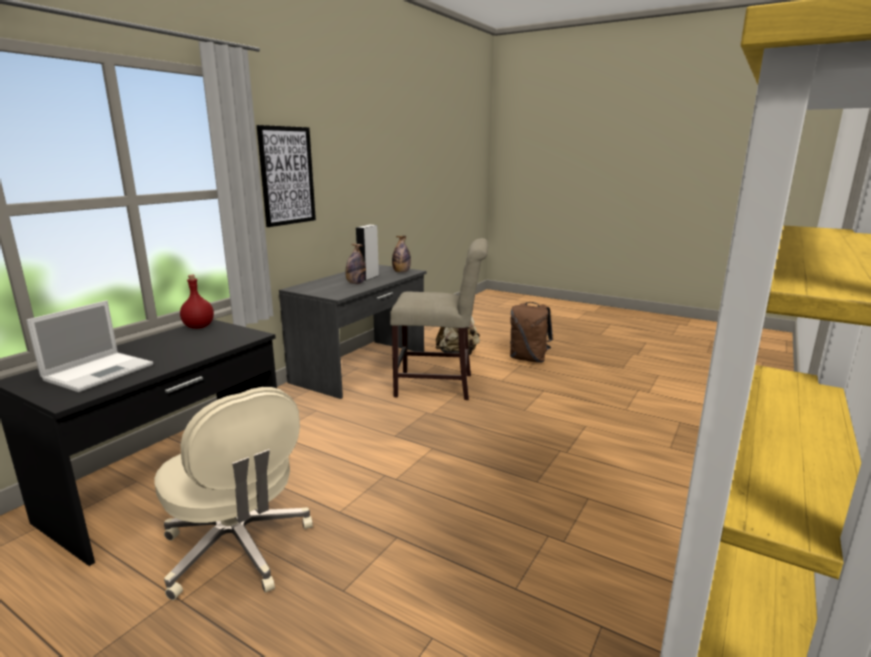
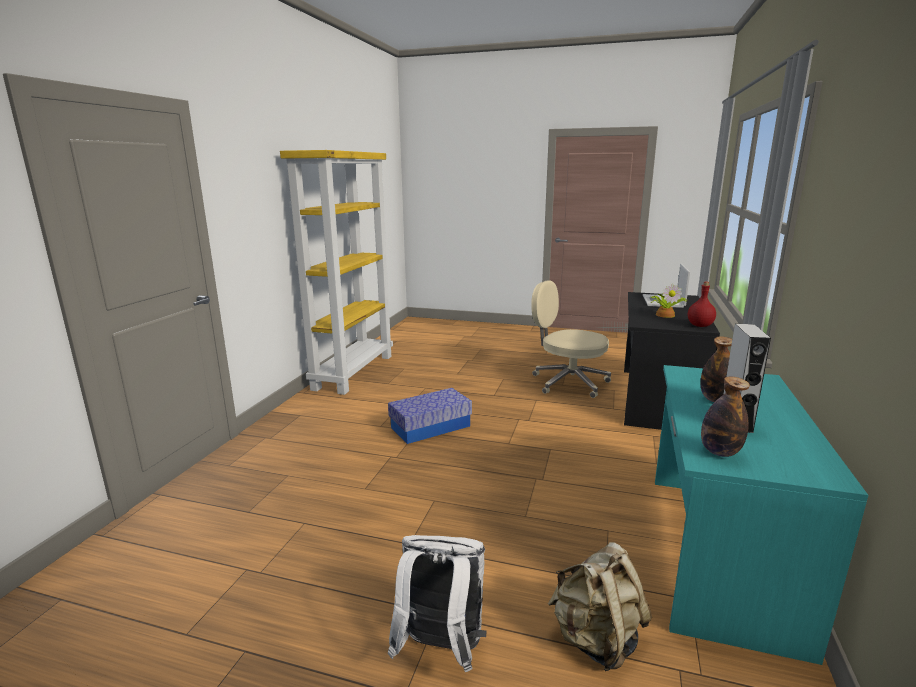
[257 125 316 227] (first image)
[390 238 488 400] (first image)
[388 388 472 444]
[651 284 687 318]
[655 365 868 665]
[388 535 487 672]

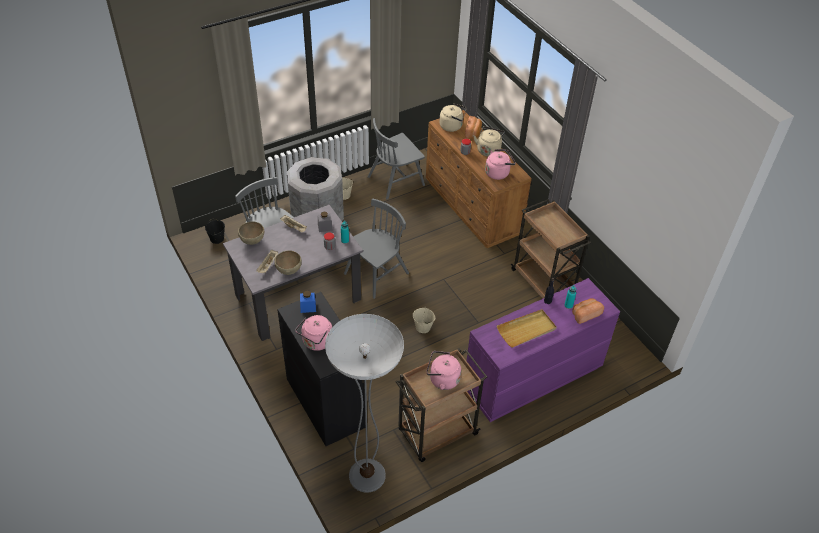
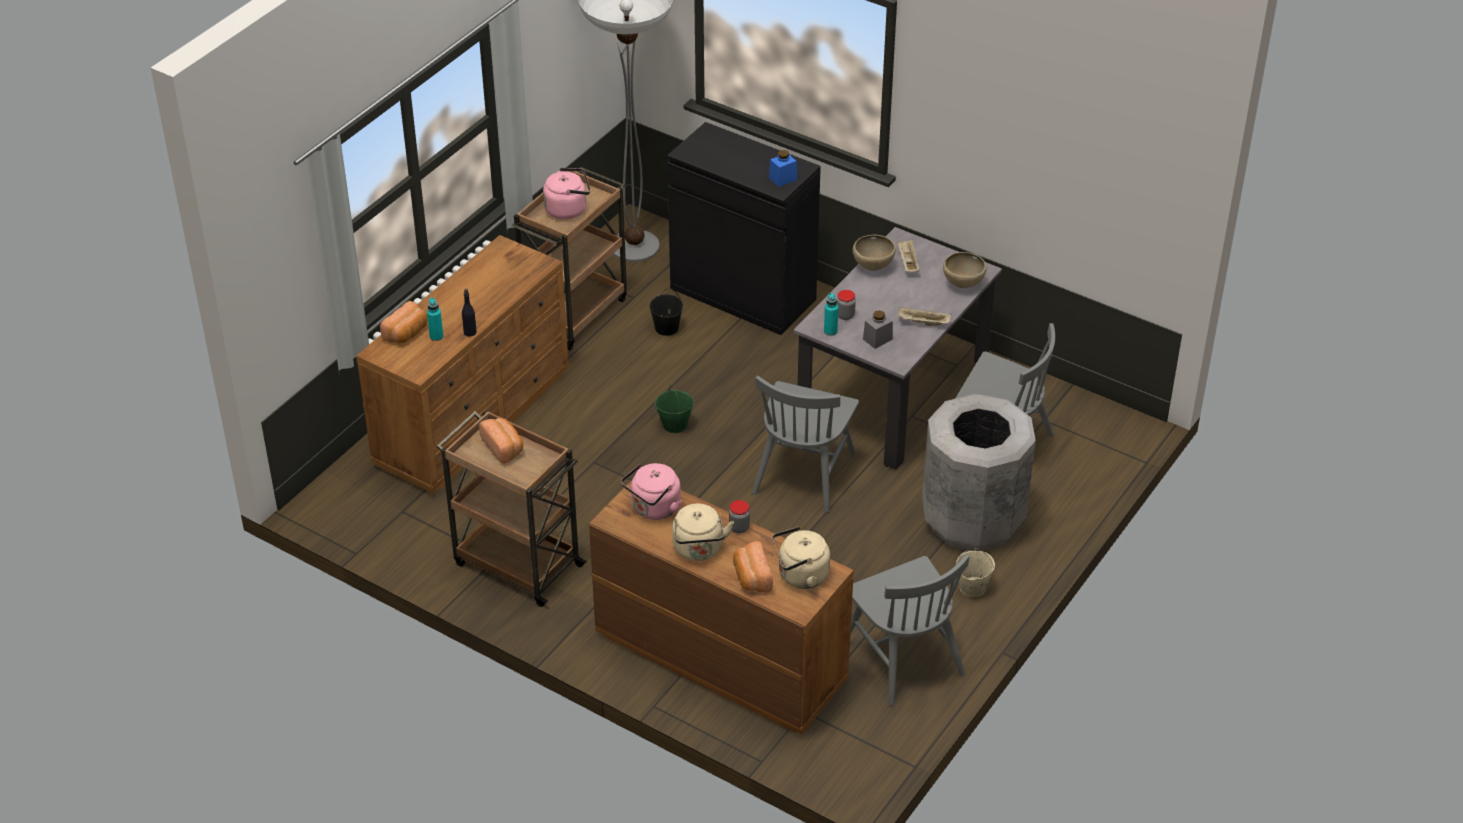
[295 315 332 351] (first image)
[497 309 557 348] (first image)
[479 418 523 464]
[650 289 683 336]
[655 384 694 433]
[356 235 569 493]
[850 554 969 706]

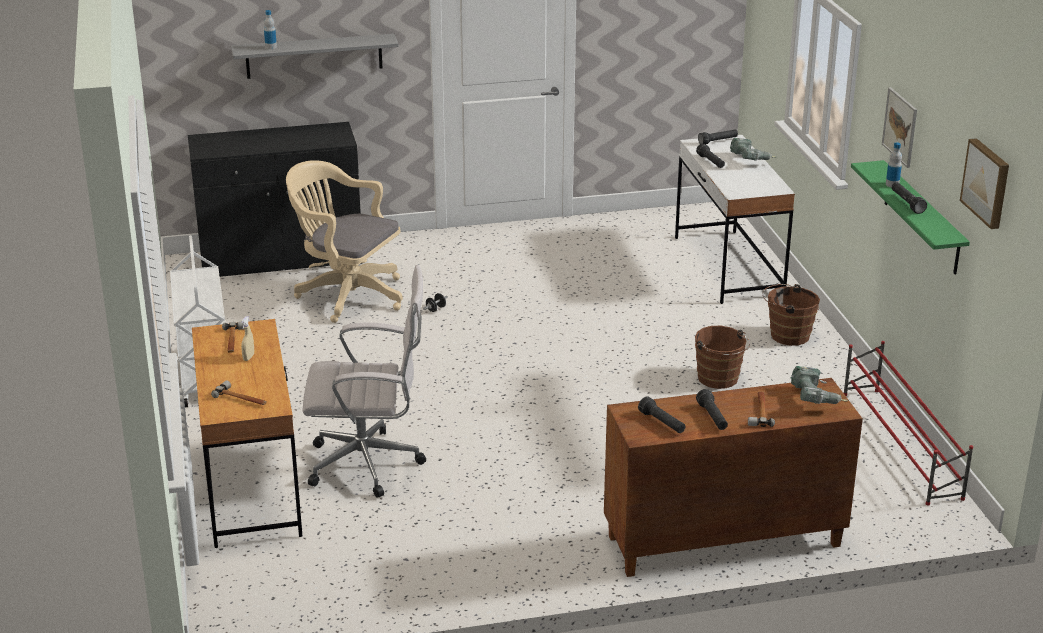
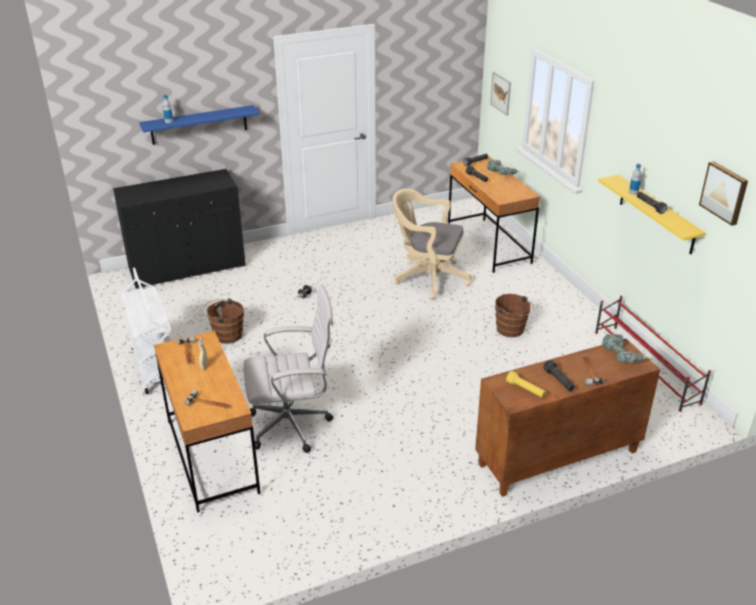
[393 189 471 300]
[203 298 244 344]
[490 72 511 116]
[139 105 260 145]
[506 371 546 398]
[448 156 540 273]
[598 175 706 254]

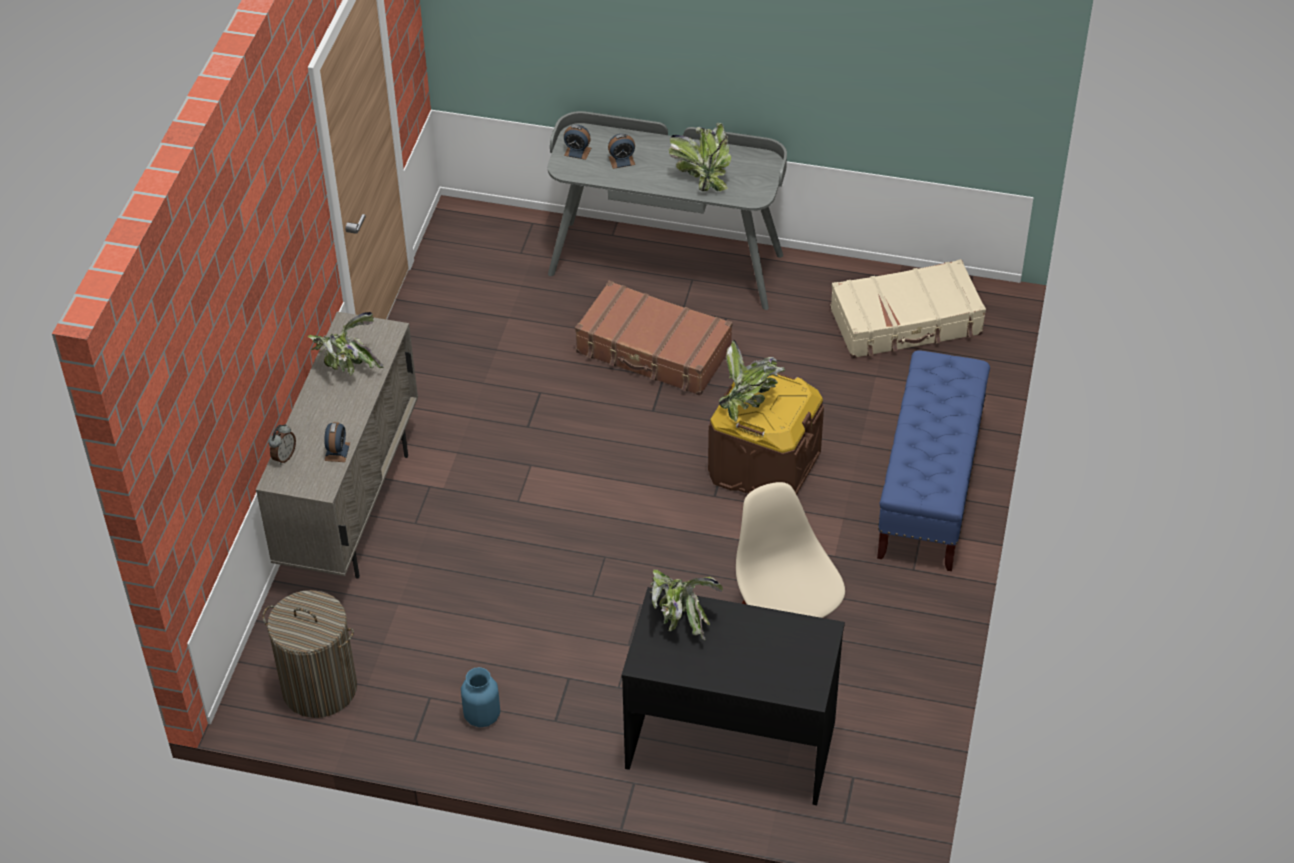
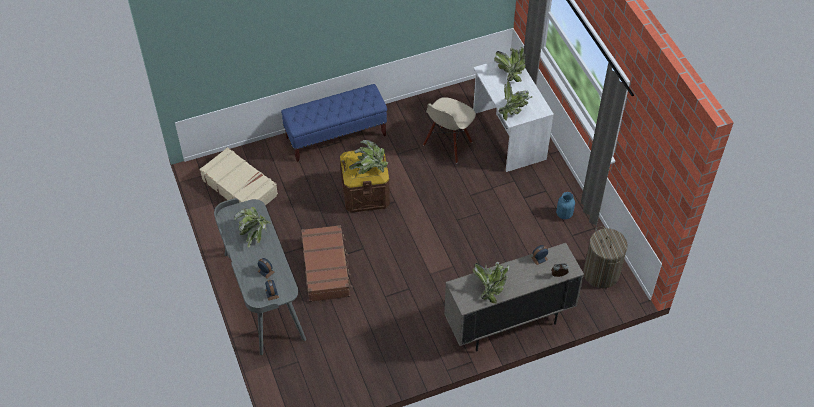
[494 47 525 82]
[473 57 554 172]

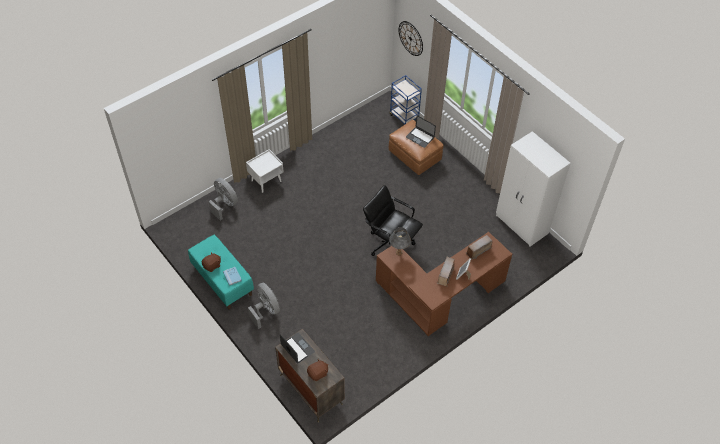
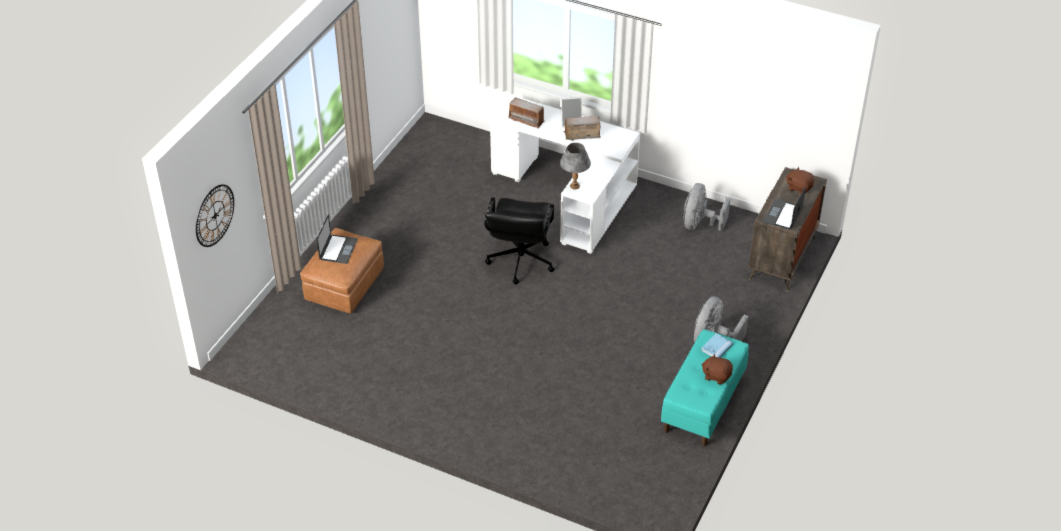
[246 149 284 193] (first image)
[389 75 422 124] (first image)
[496 131 571 246] (first image)
[684 183 731 231]
[490 95 640 254]

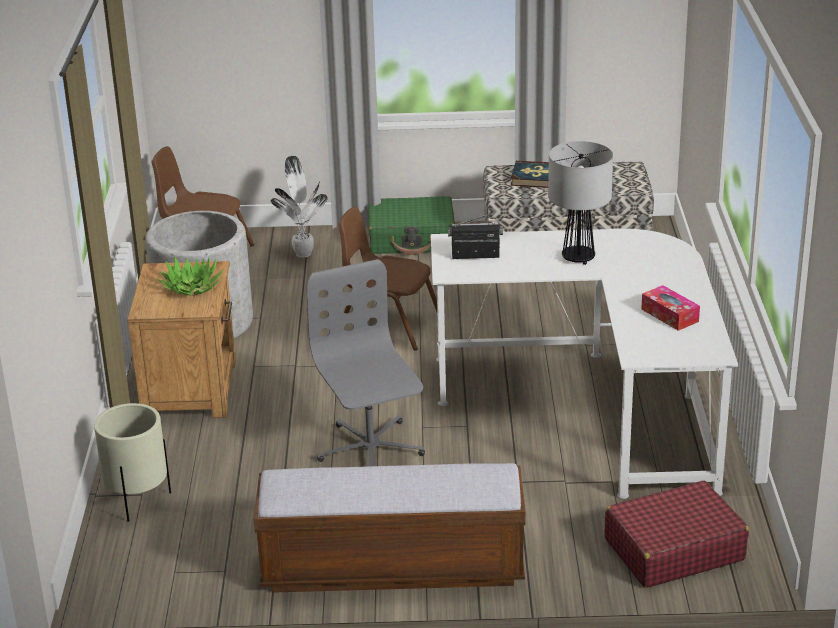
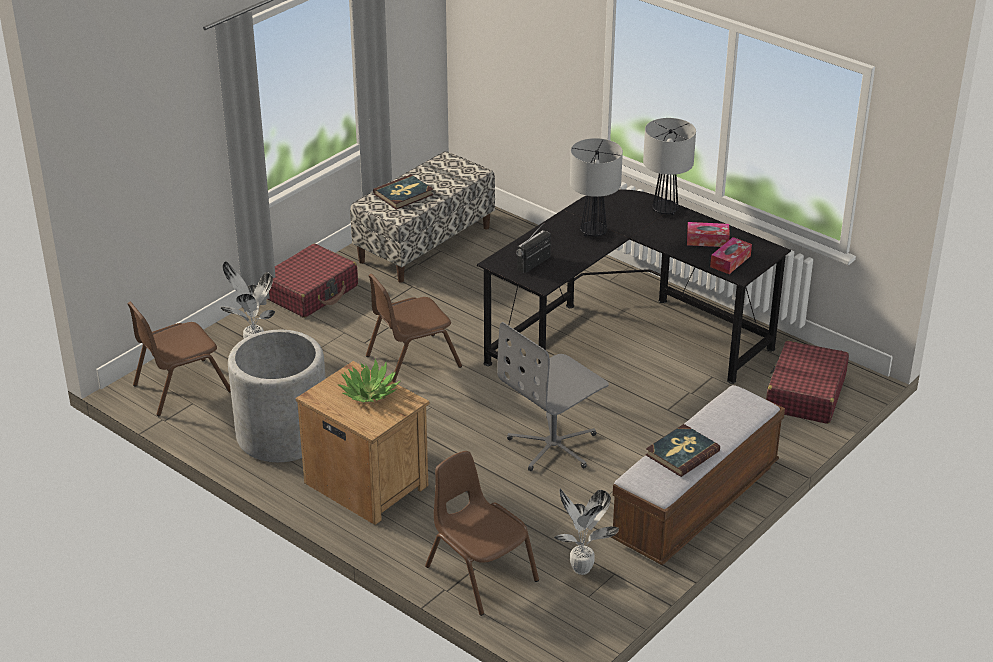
[554 488 619 575]
[643 118 696 215]
[646 424 720 477]
[710 237 752 274]
[425 451 539 616]
[268 244 358 318]
[477 189 791 384]
[497 322 609 471]

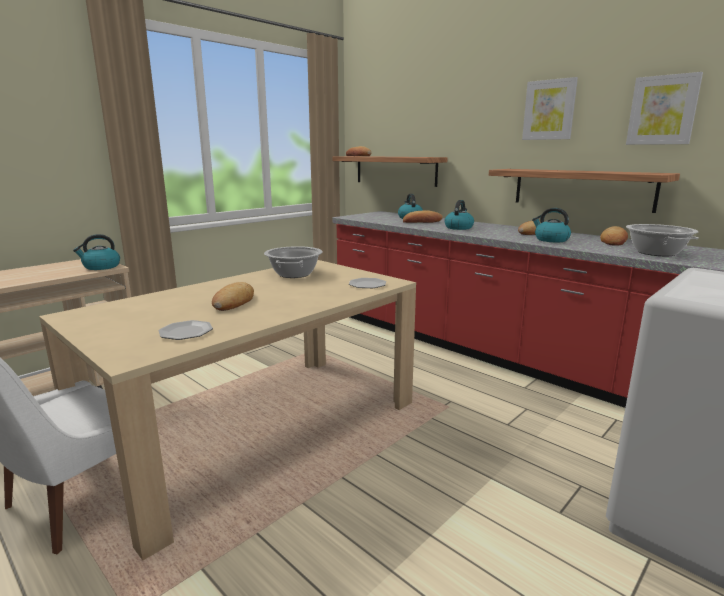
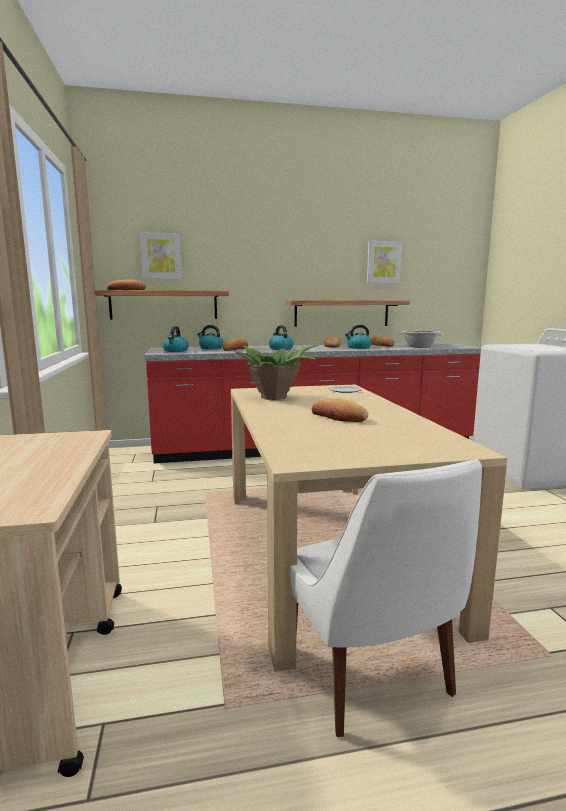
[158 320 213 340] (first image)
[163 326 189 352]
[140 232 182 279]
[226 345 319 400]

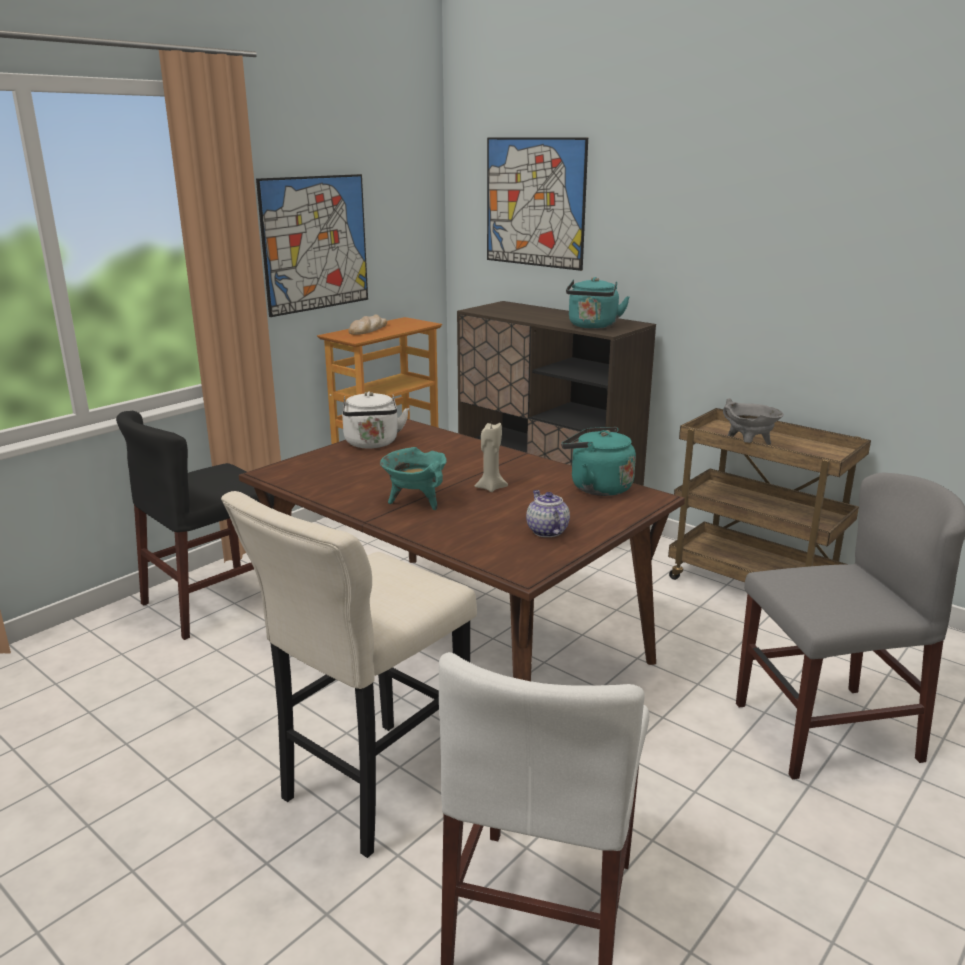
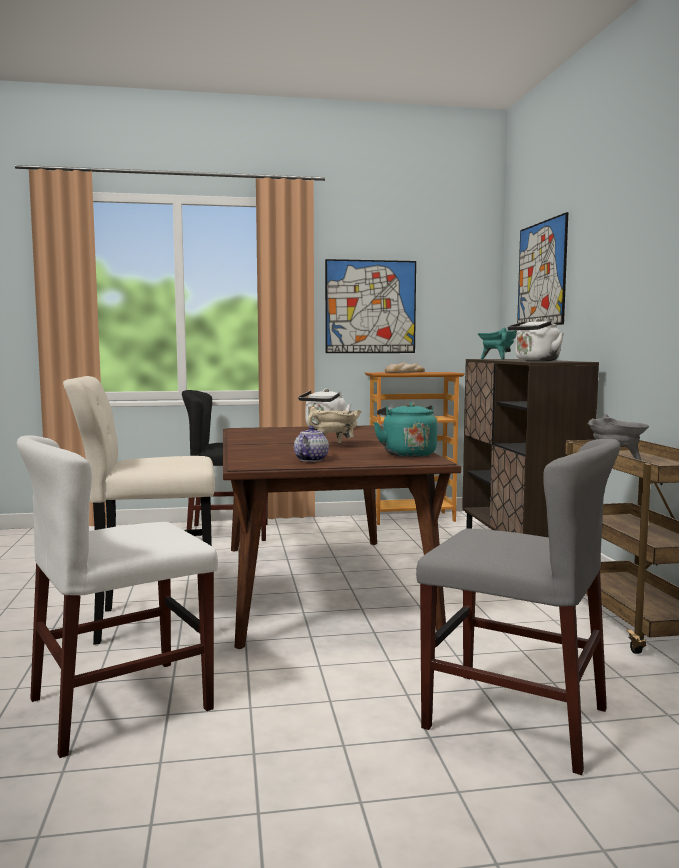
[478 328 517 360]
[308 407 362 443]
[507 318 564 361]

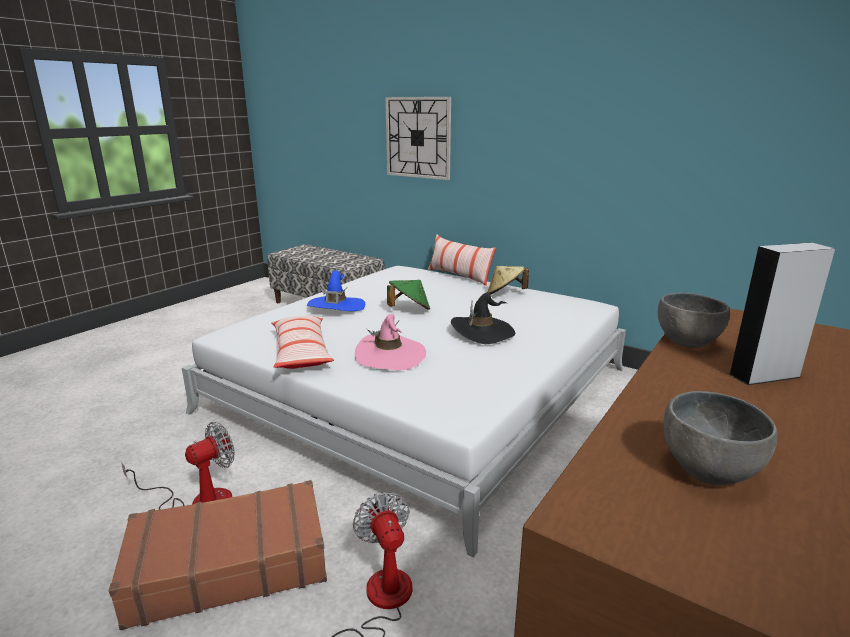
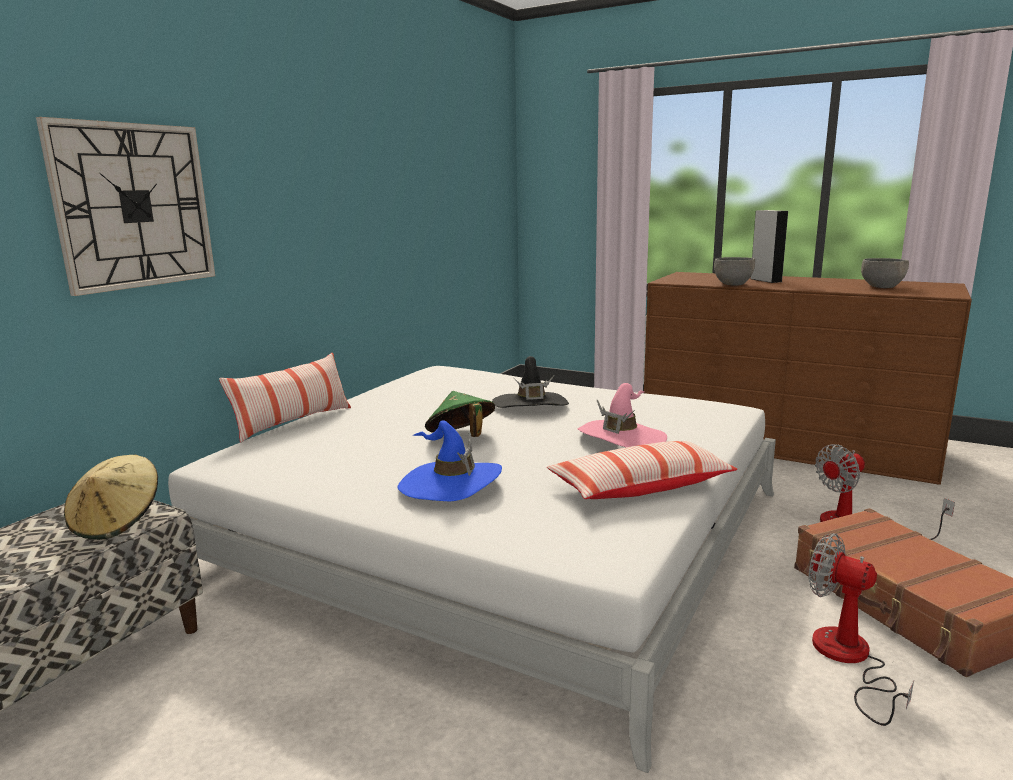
[64 455 158 540]

